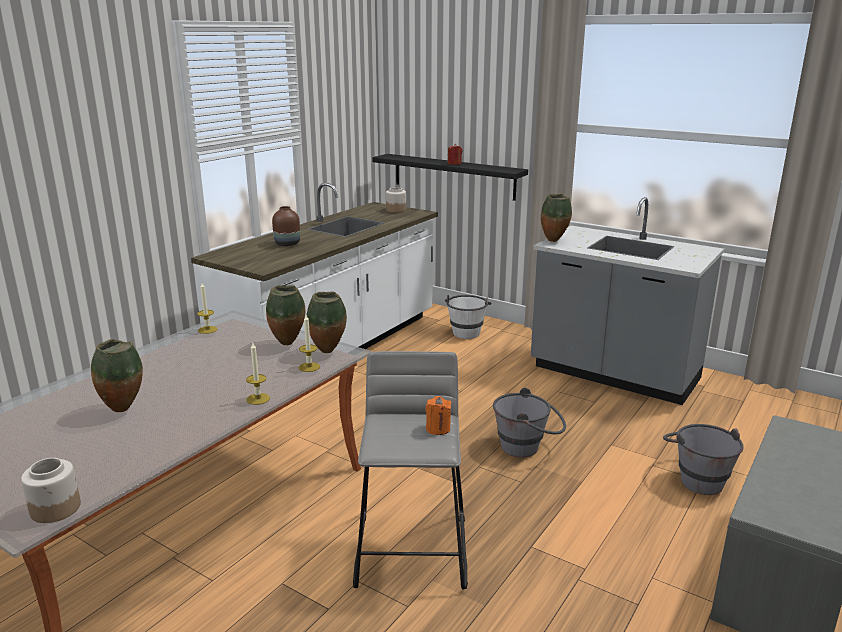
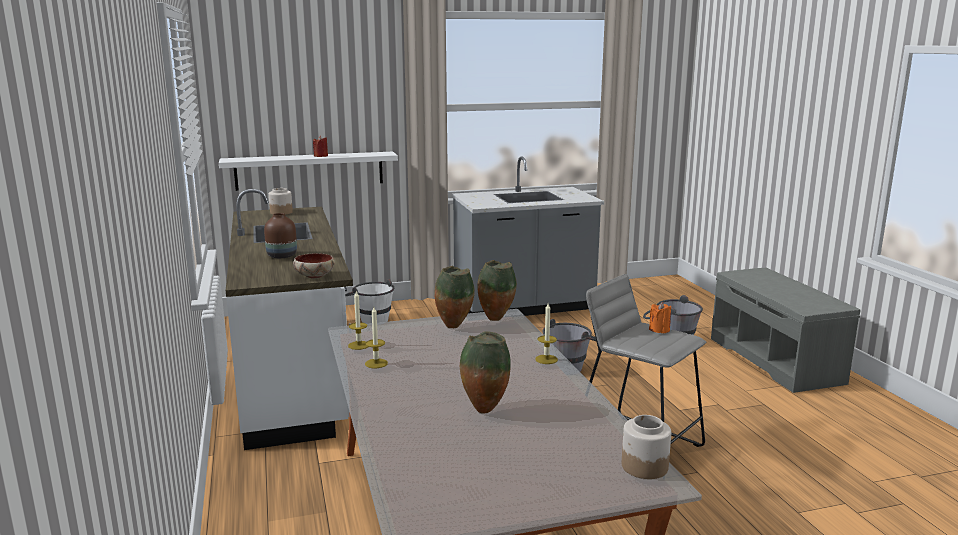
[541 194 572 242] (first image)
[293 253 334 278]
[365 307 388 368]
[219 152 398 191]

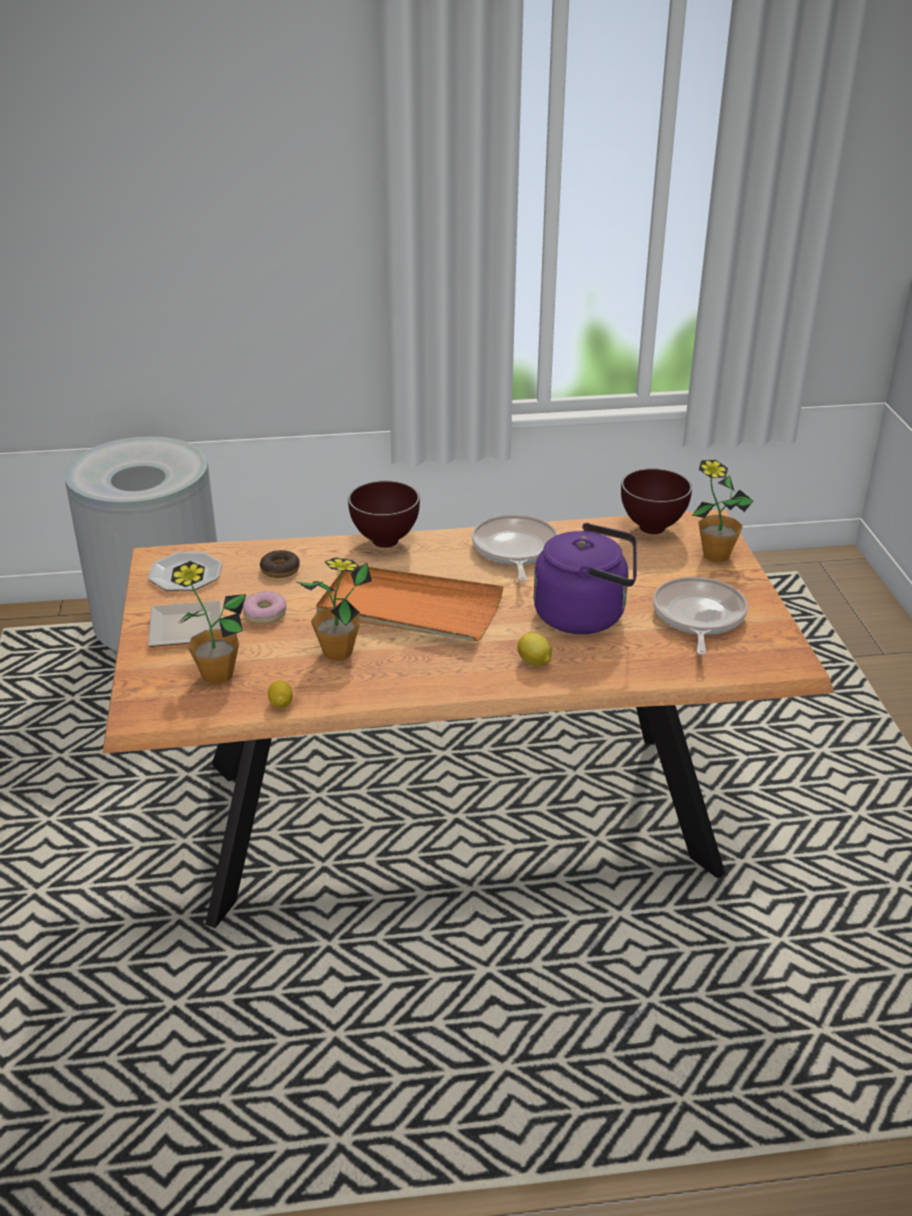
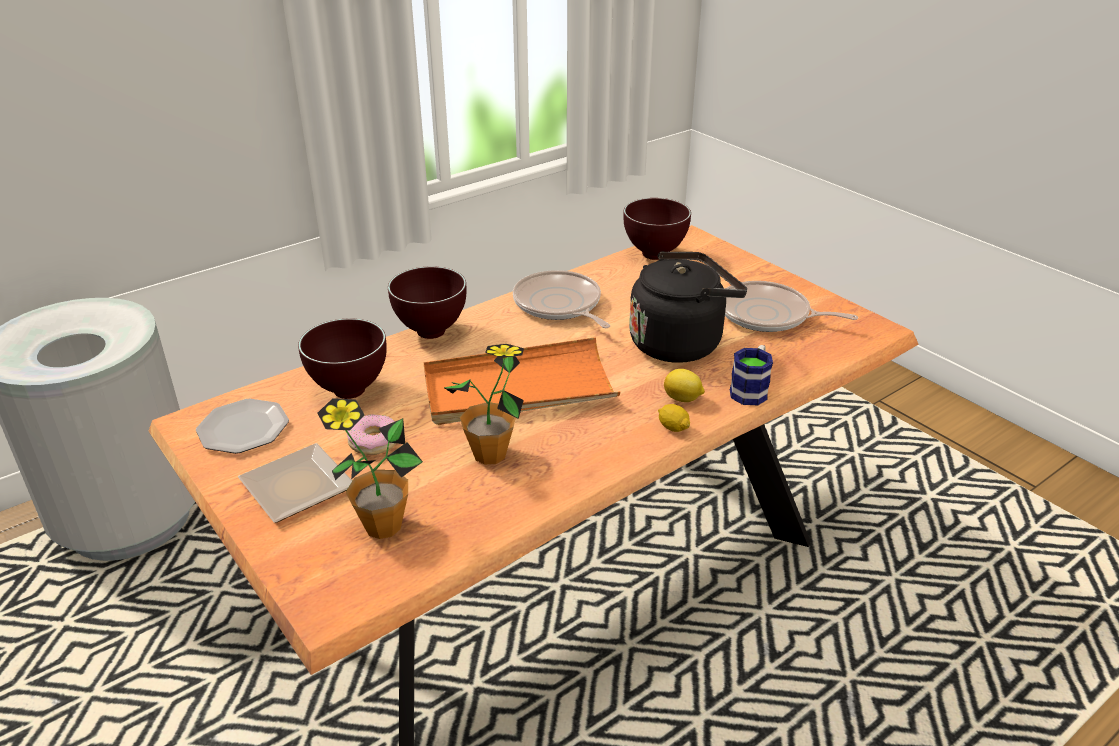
[692 460 753 563] (first image)
[730 345 773 405]
[658 404 690 432]
[298 318 387 399]
[629 251 747 363]
[725 281 858 332]

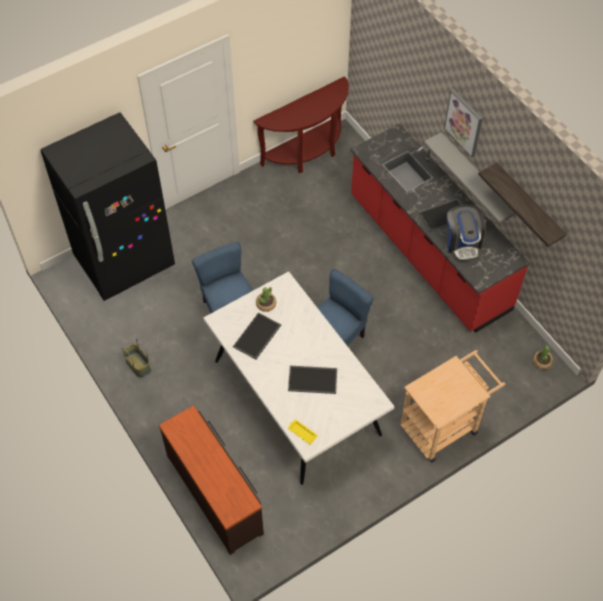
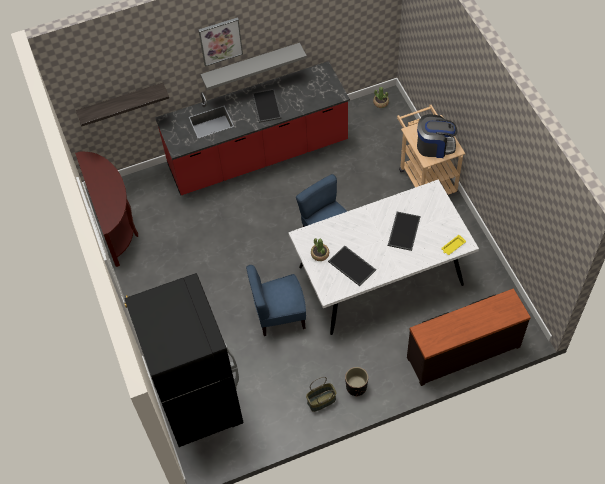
[345 367 368 396]
[417 114 457 158]
[76 83 169 126]

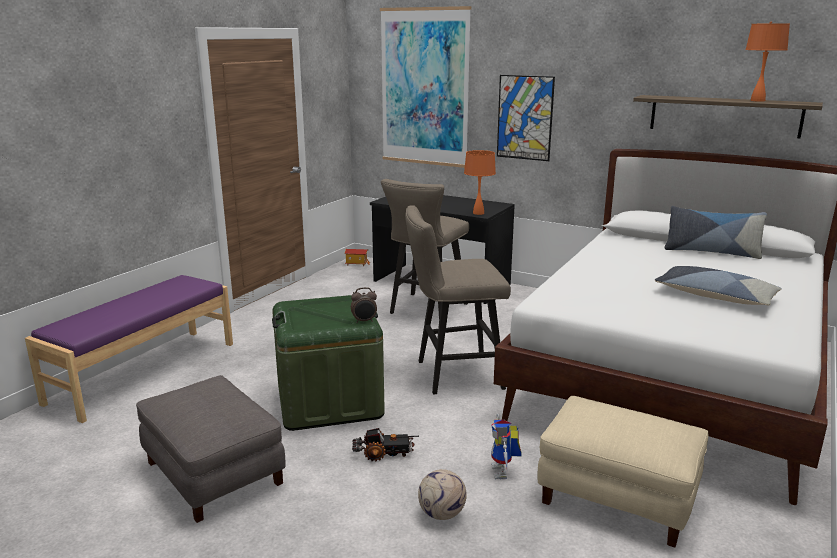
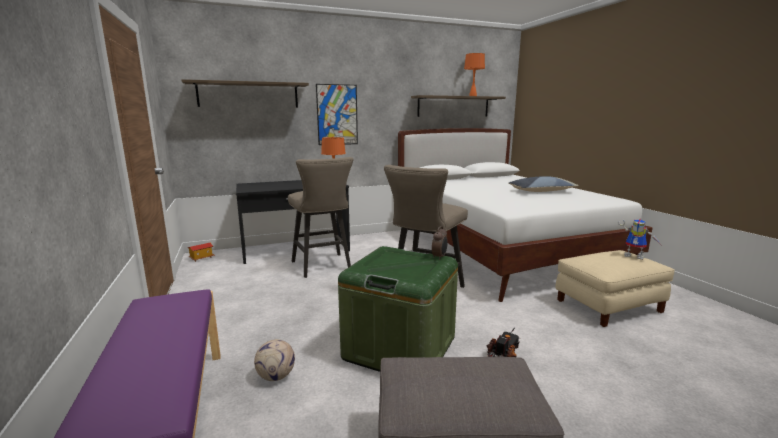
[664 206 767 259] (first image)
[254 339 295 381]
[618 219 661 260]
[181 79 309 107]

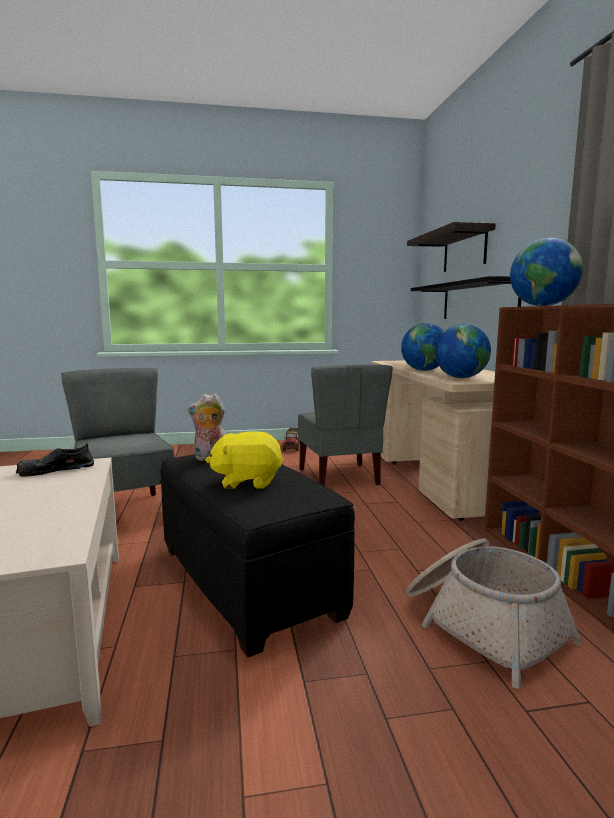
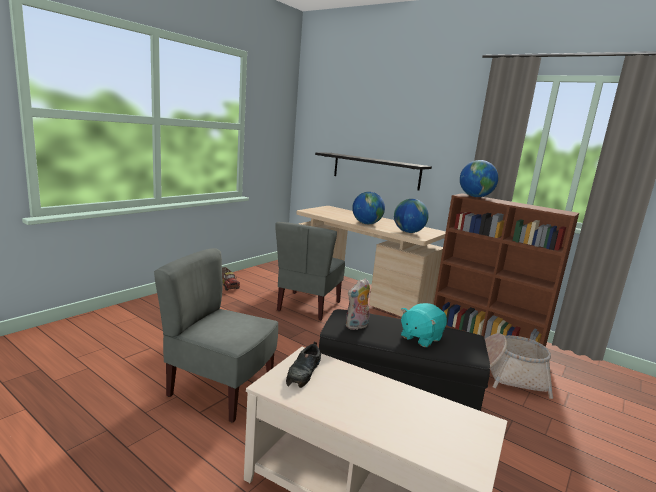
[407 222 496 272] (first image)
[401 303 447 347]
[275 222 345 320]

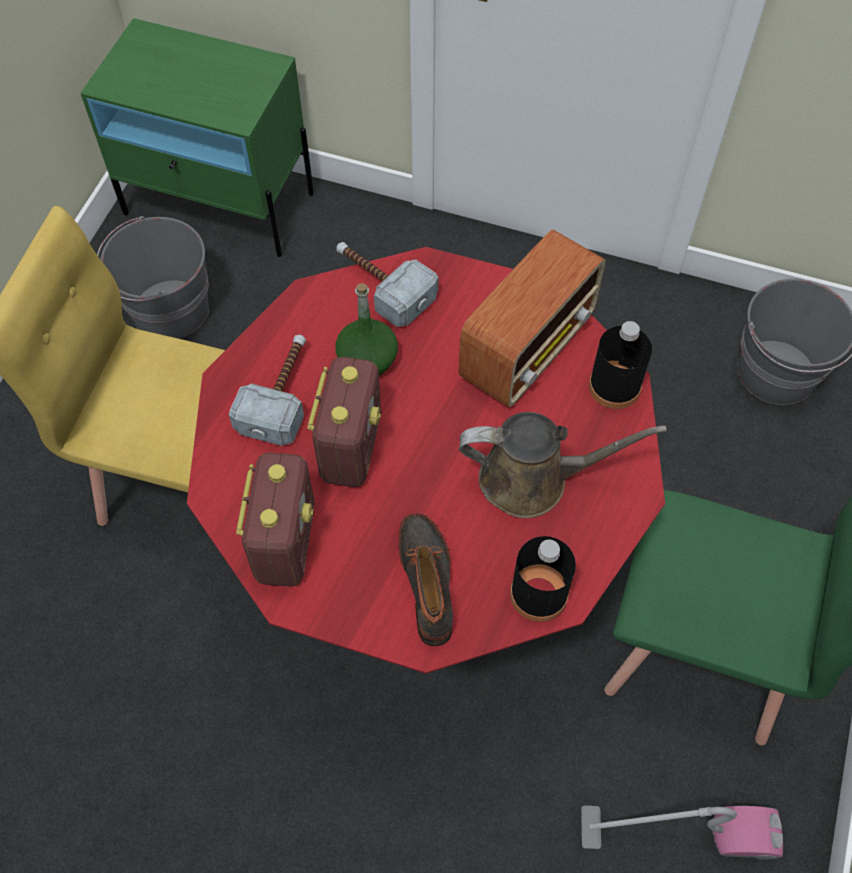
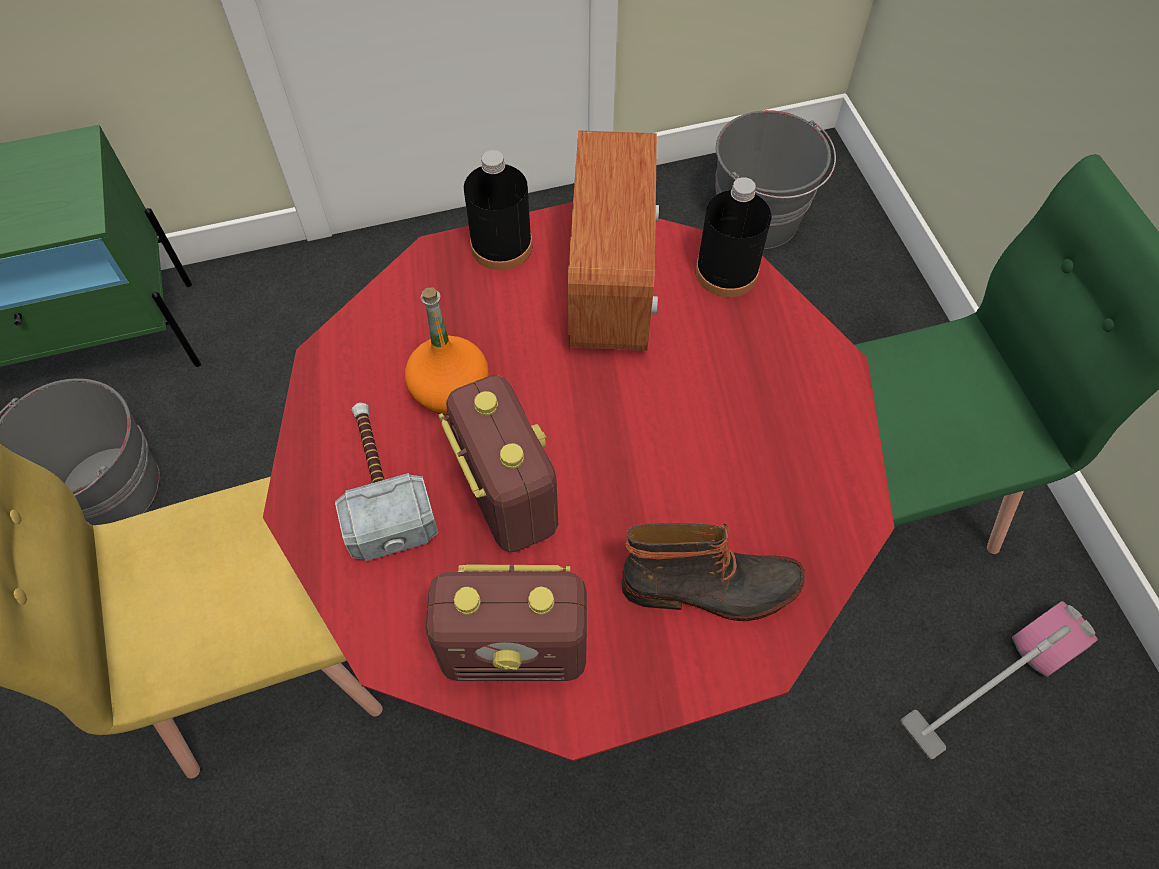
[337 242 438 327] (first image)
[459 412 667 518] (first image)
[464 150 533 270]
[405 287 489 415]
[426 564 587 681]
[622 523 805 621]

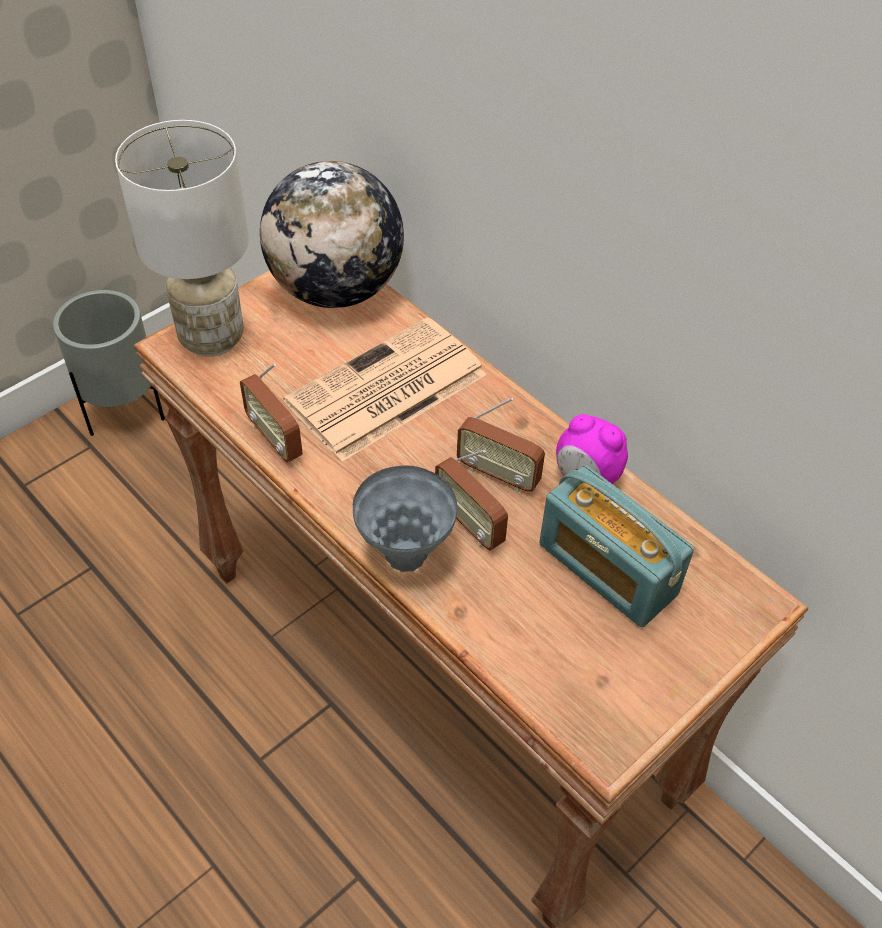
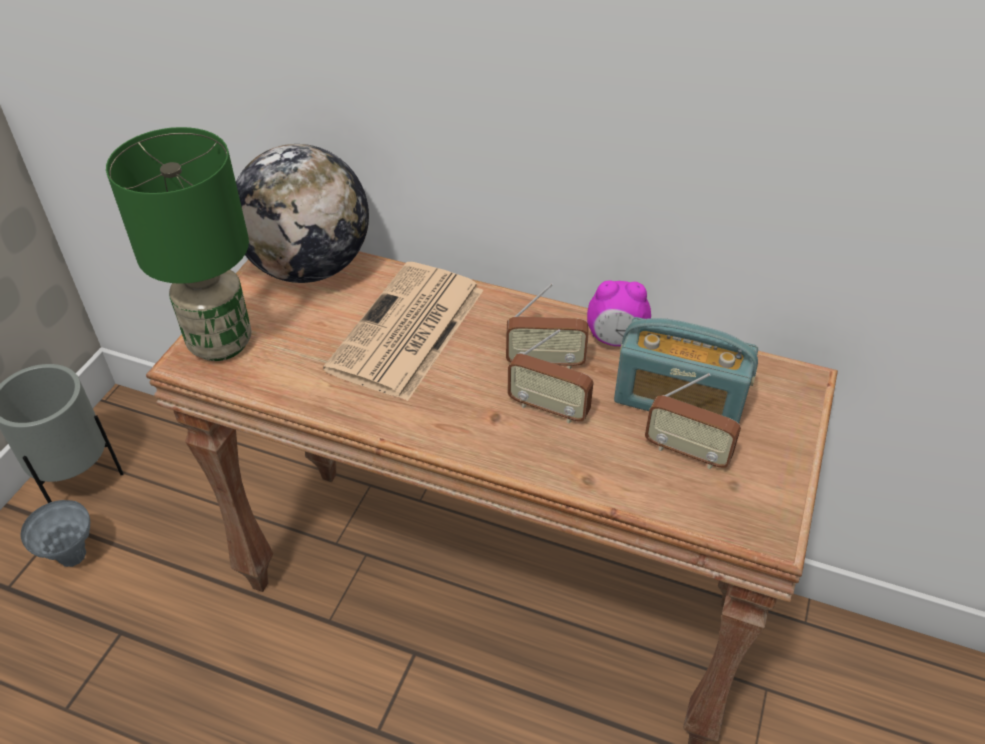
[645 373 741 469]
[20 500 90 567]
[106 127 252 361]

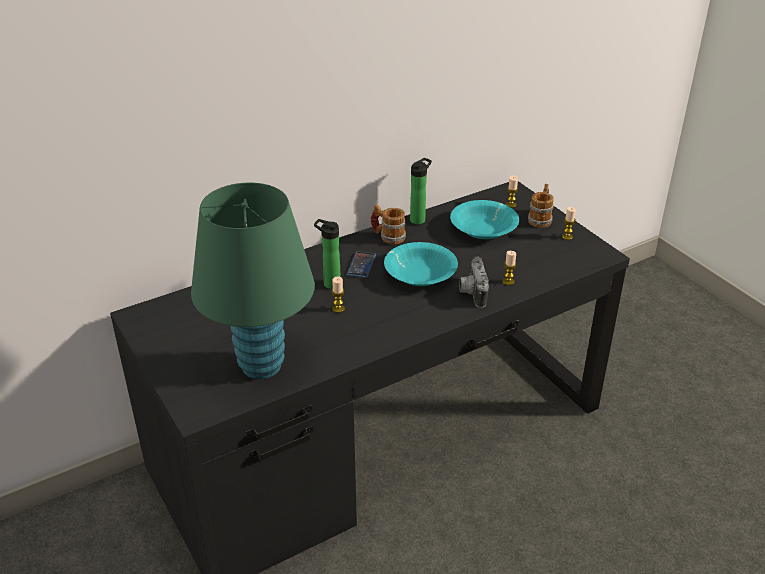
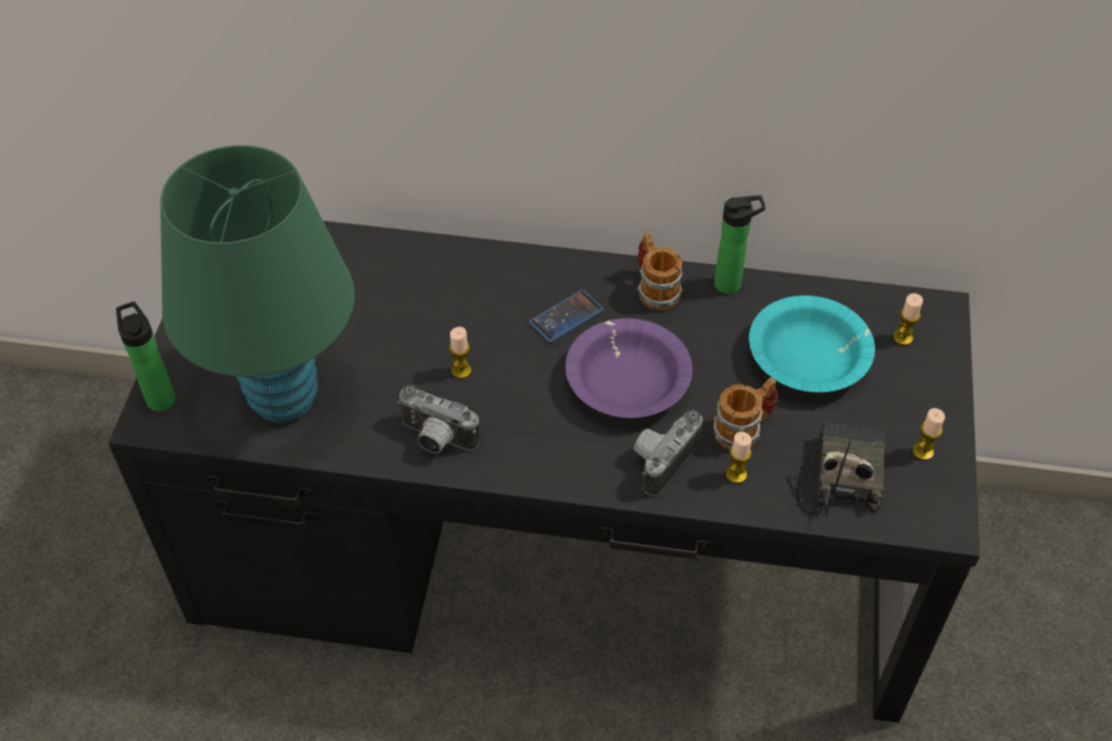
[397 385 479 454]
[796 422 886 516]
[116 302 176 412]
[713 378 778 449]
[565 318 692 418]

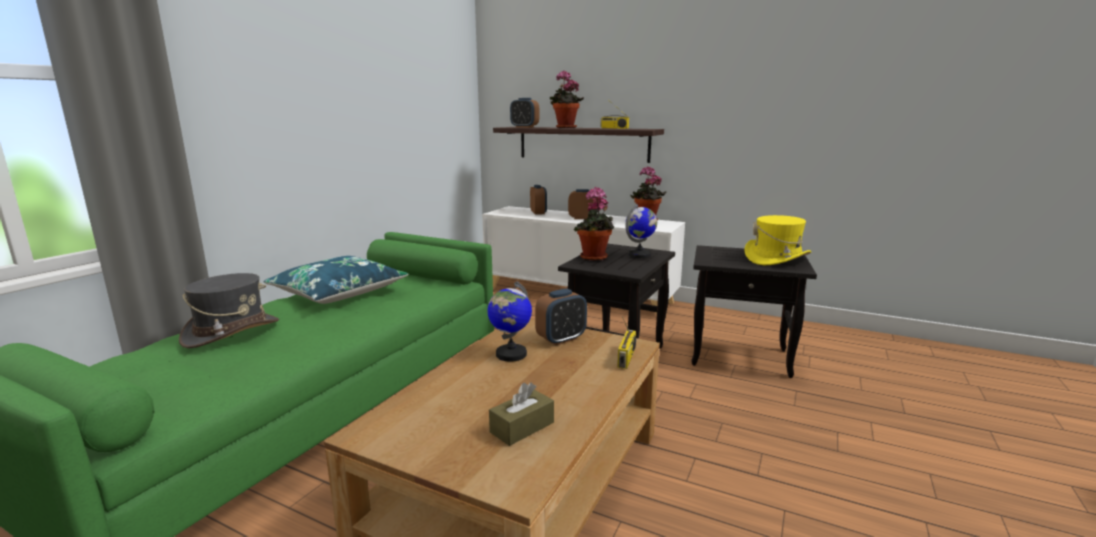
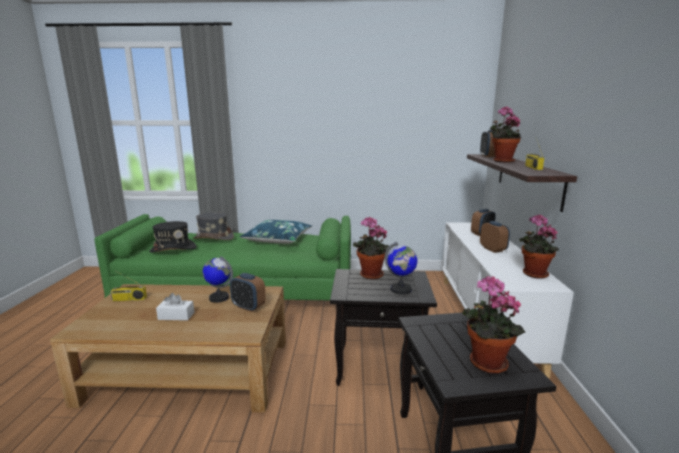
[489 382 554 446] (first image)
[149 221 197 253]
[156 293 194 321]
[110 271 147 302]
[463 276 525 374]

